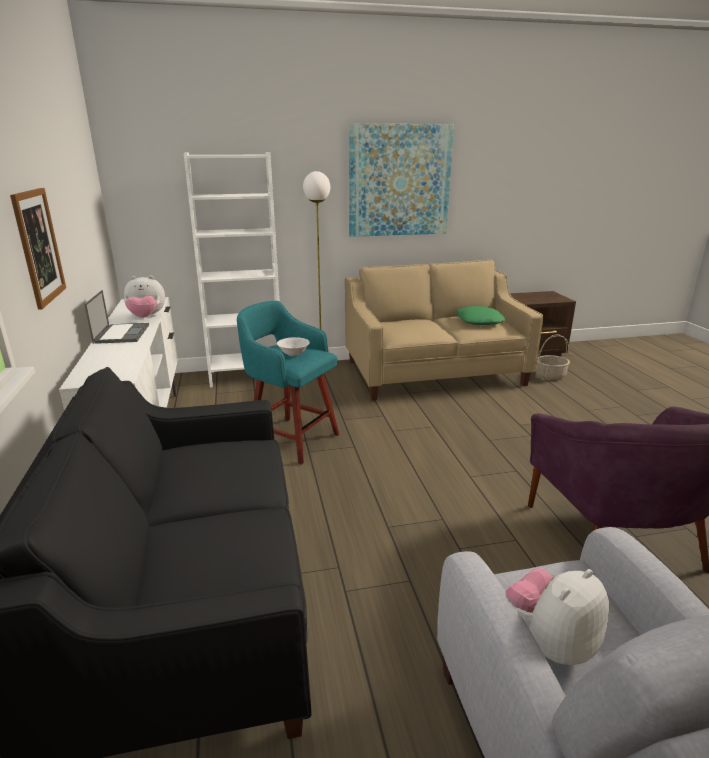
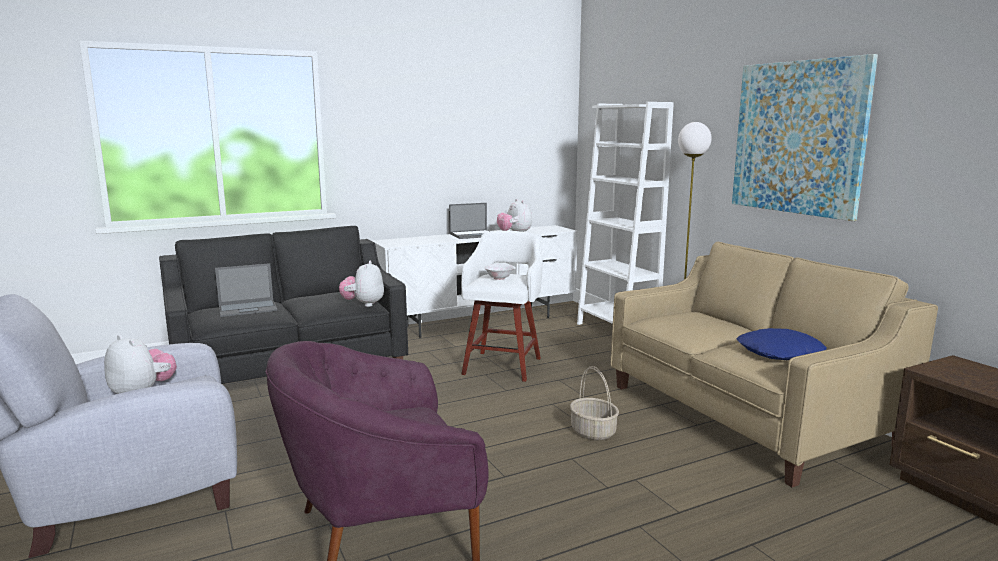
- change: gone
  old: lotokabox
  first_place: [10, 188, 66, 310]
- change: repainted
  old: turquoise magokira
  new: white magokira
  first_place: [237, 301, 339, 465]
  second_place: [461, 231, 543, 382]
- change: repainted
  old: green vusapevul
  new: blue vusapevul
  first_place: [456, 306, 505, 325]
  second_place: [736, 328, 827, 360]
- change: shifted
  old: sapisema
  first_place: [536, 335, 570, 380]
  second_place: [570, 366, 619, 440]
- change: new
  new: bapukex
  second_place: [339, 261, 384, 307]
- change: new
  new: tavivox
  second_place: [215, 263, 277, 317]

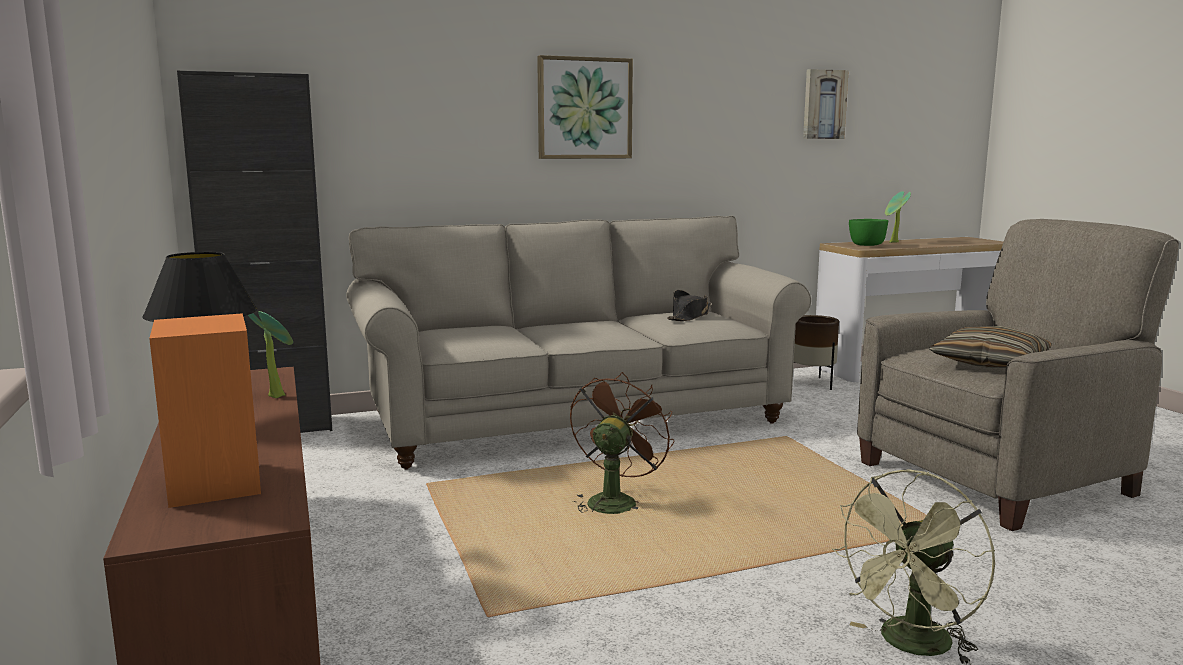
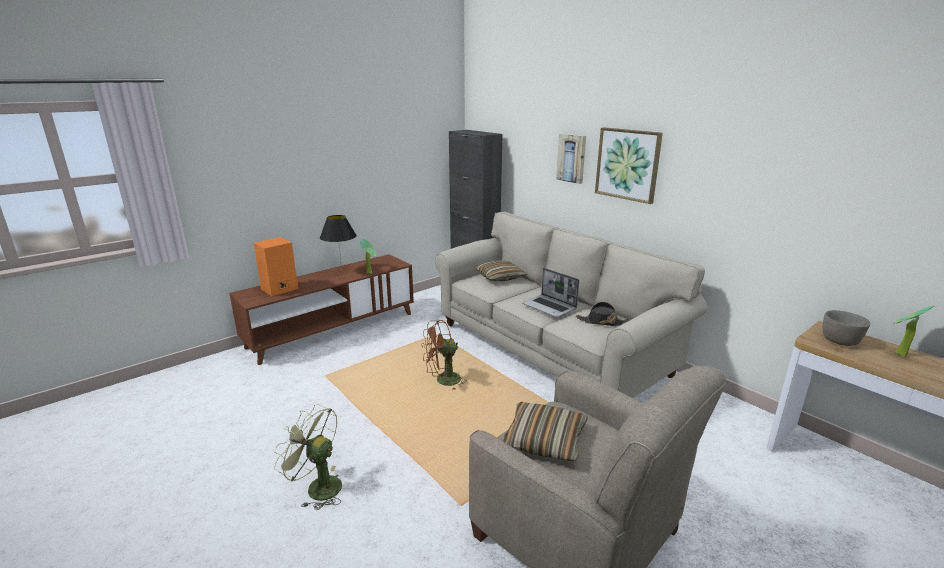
- change: shifted
  old: lotokabox
  first_place: [803, 69, 849, 139]
  second_place: [556, 133, 586, 184]
- change: repainted
  old: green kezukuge
  new: grey kezukuge
  first_place: [849, 219, 888, 246]
  second_place: [823, 310, 871, 346]
- change: gone
  old: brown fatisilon
  first_place: [794, 315, 839, 390]
- change: rotated
  old: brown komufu
  first_place: [570, 372, 674, 514]
  second_place: [423, 320, 467, 390]
  degrees: 150
- change: new
  new: vusapevul
  second_place: [474, 260, 527, 281]
- change: new
  new: tavivox
  second_place: [522, 268, 579, 317]

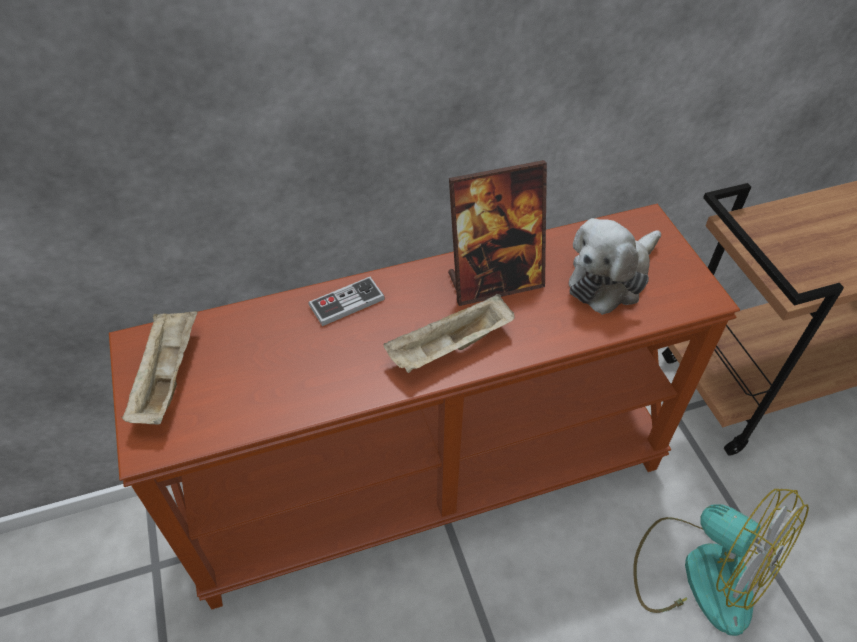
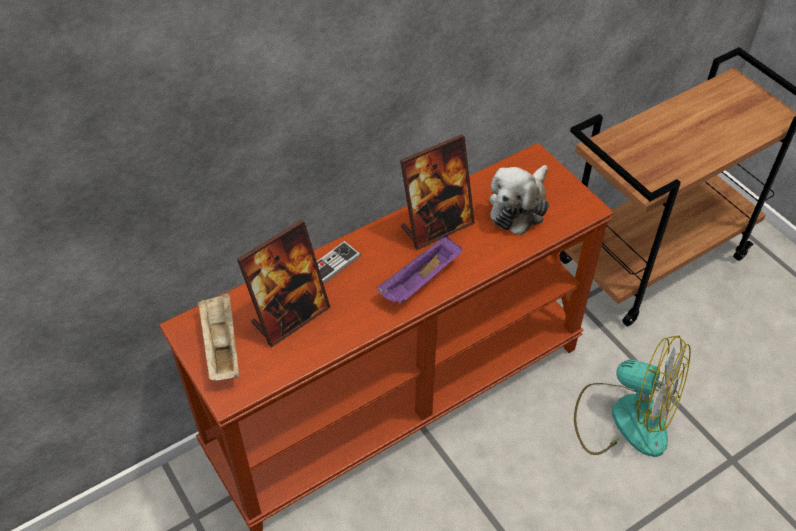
- change: repainted
  old: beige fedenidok
  new: purple fedenidok
  first_place: [383, 294, 515, 373]
  second_place: [376, 235, 462, 304]
- change: new
  new: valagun
  second_place: [237, 220, 331, 347]

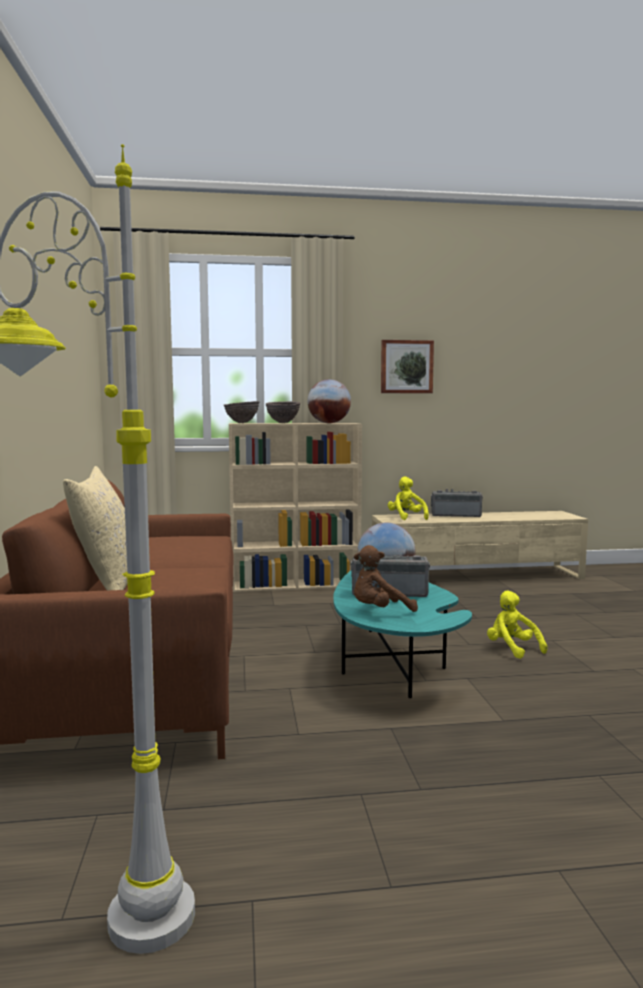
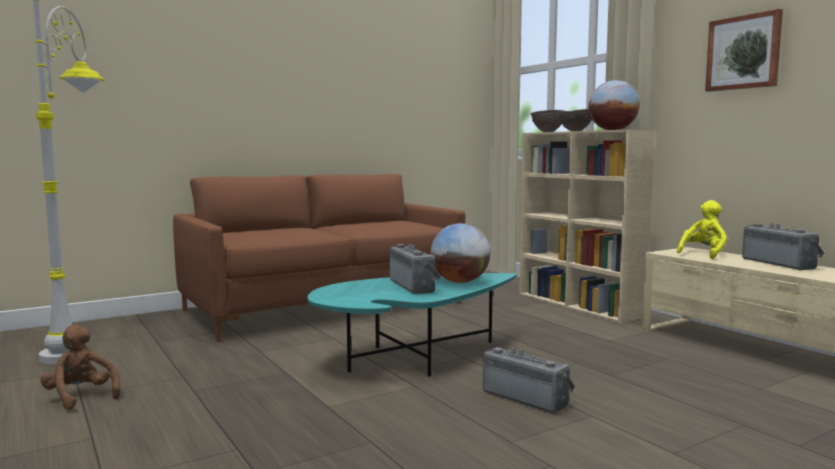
- change: gone
  old: beige vusapevul
  first_place: [63, 466, 127, 590]
- change: shifted
  old: brown bapukex
  first_place: [354, 545, 418, 612]
  second_place: [40, 325, 120, 410]
- change: swapped
  old: yellow bapukex
  new: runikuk
  first_place: [487, 591, 548, 659]
  second_place: [482, 347, 575, 413]

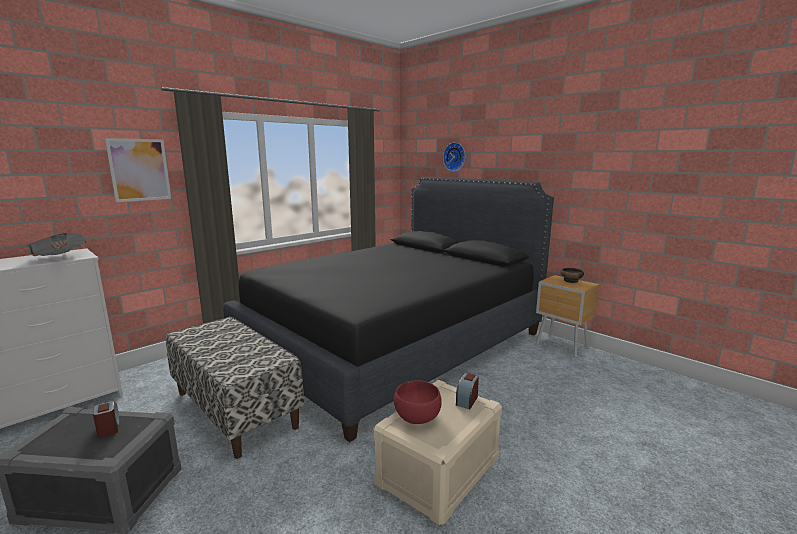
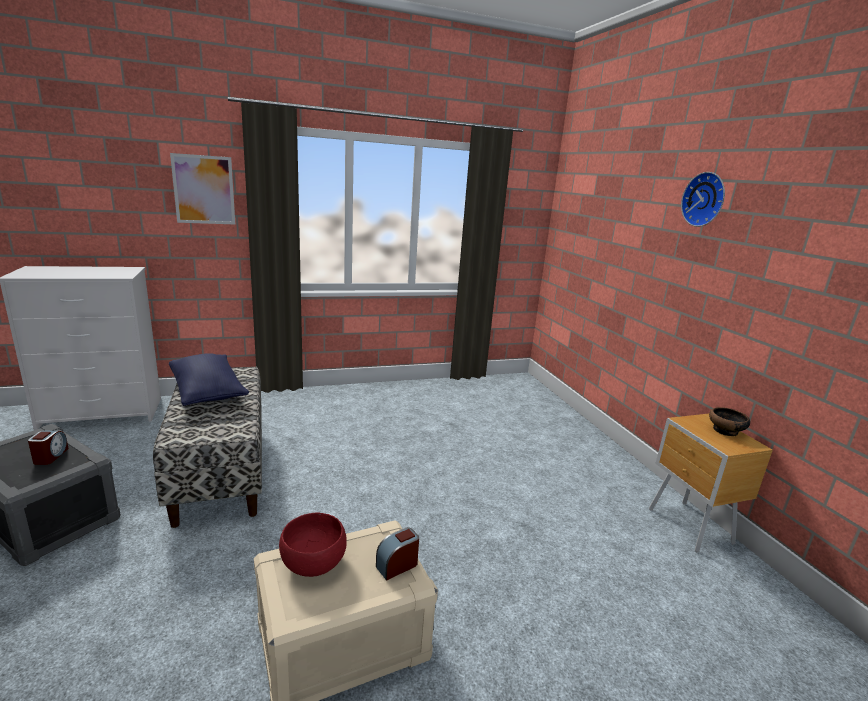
- change: shifted
  old: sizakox
  first_place: [443, 142, 465, 172]
  second_place: [681, 172, 725, 227]
- change: gone
  old: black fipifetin
  first_place: [223, 177, 554, 442]
- change: gone
  old: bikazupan
  first_place: [27, 233, 87, 256]
- change: new
  new: blue vusapevul
  second_place: [169, 353, 249, 406]

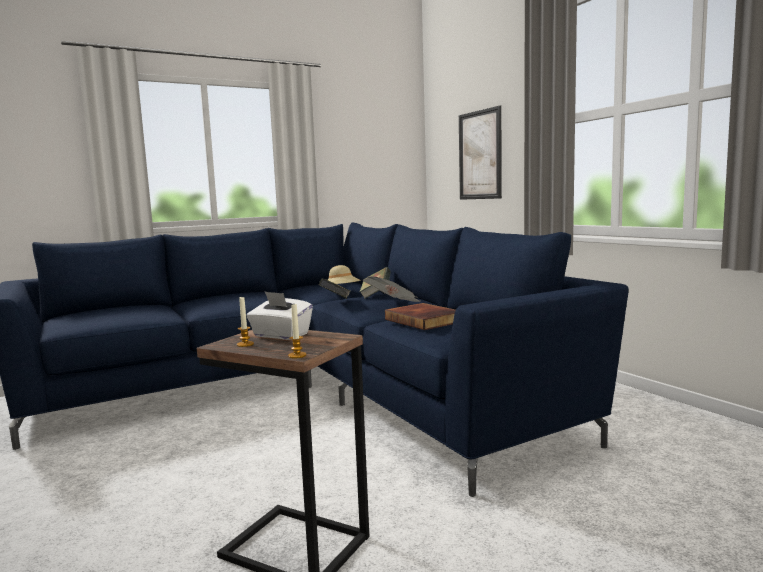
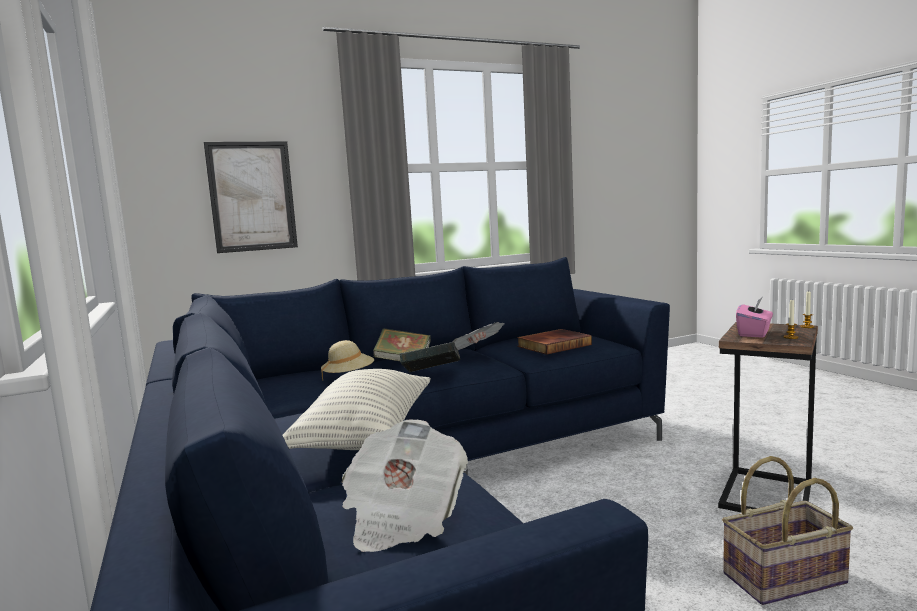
- change: repainted
  old: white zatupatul
  new: pink zatupatul
  first_place: [247, 291, 313, 340]
  second_place: [736, 298, 773, 338]
- change: new
  new: vusapevul
  second_place: [283, 369, 431, 450]
- change: new
  new: bikazupan
  second_place: [341, 419, 468, 552]
- change: new
  new: sapisema
  second_place: [722, 456, 853, 605]

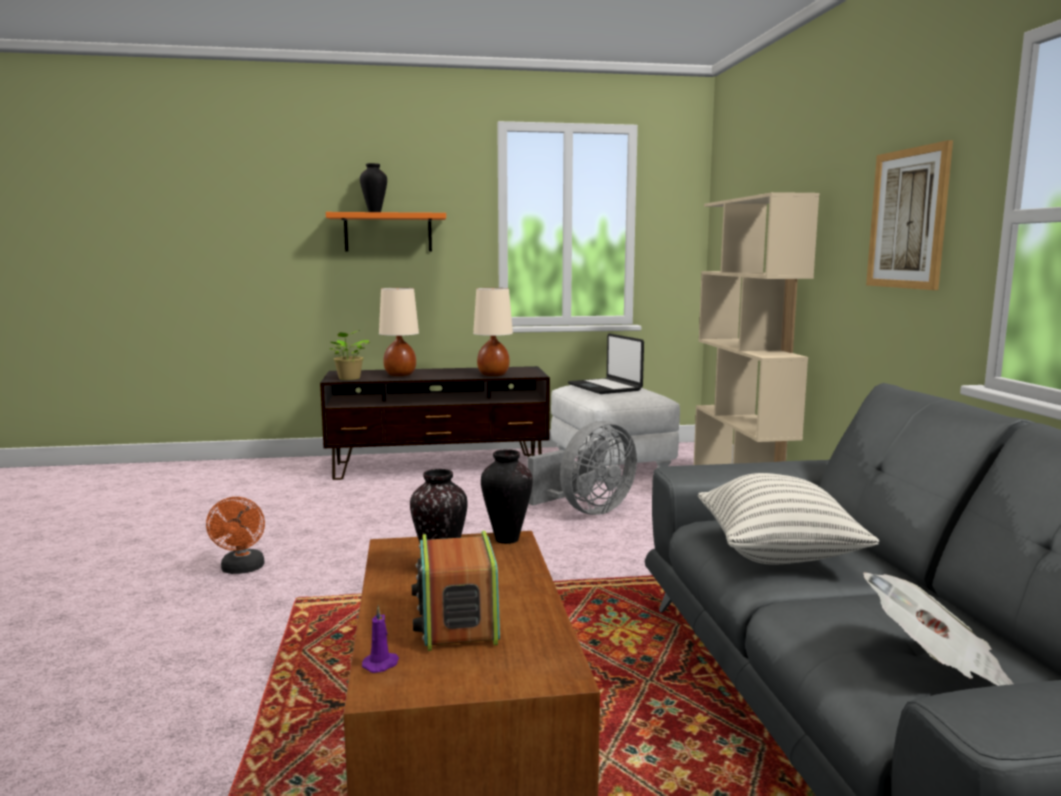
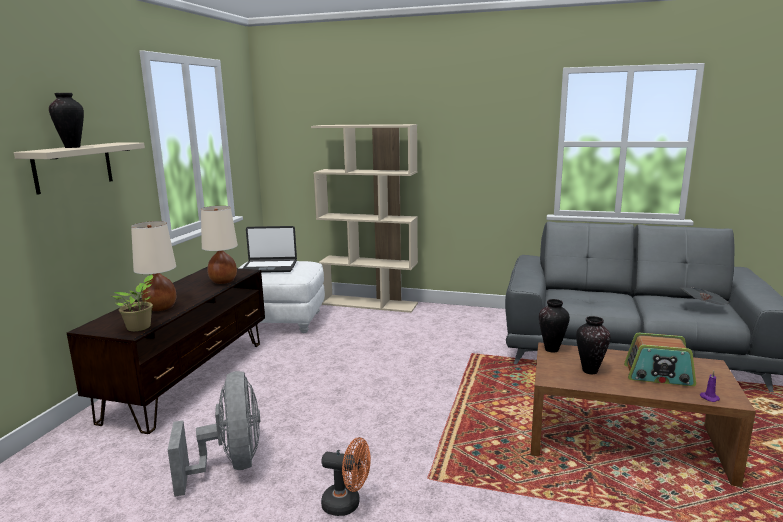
- change: gone
  old: lotokabox
  first_place: [866, 140, 953, 290]
- change: repainted
  old: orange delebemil
  new: beige delebemil
  first_place: [326, 212, 446, 251]
  second_place: [14, 143, 145, 195]
- change: shifted
  old: grey komufu
  first_place: [527, 421, 637, 515]
  second_place: [168, 371, 260, 497]
- change: gone
  old: vusapevul
  first_place: [698, 473, 880, 565]

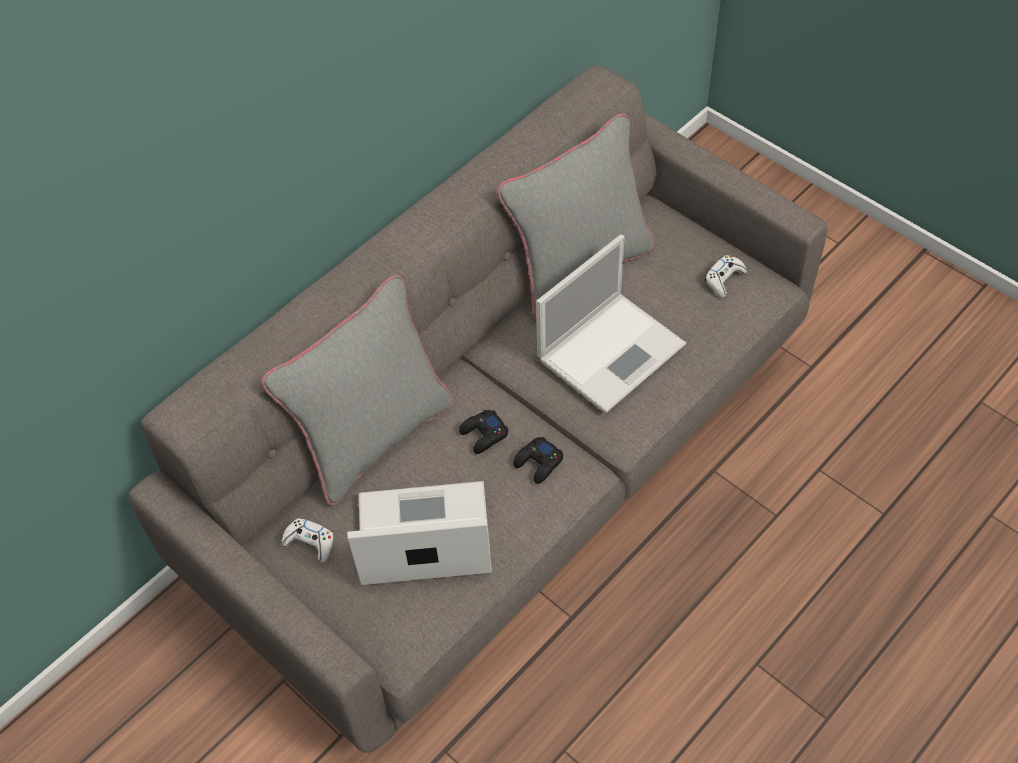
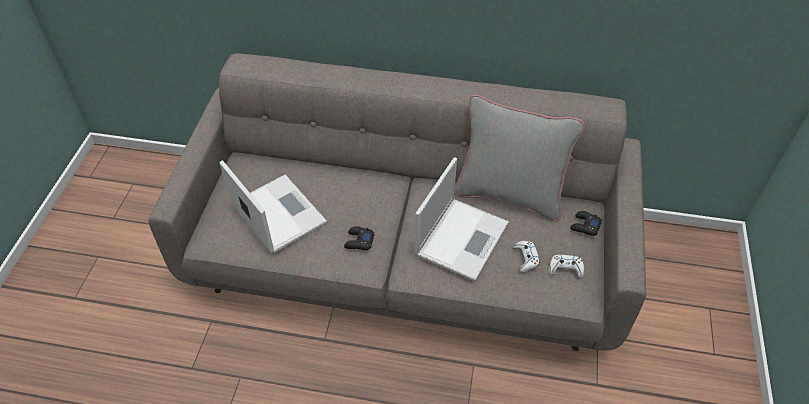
- change: rotated
  old: tavivox
  first_place: [536, 234, 686, 414]
  second_place: [415, 158, 509, 281]
  degrees: -75
- change: gone
  old: grey vusapevul
  first_place: [261, 275, 453, 506]
- change: shifted
  old: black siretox
  first_place: [459, 410, 509, 454]
  second_place: [570, 211, 602, 236]
- change: shifted
  old: white siretox
  first_place: [281, 518, 333, 563]
  second_place: [513, 241, 540, 272]

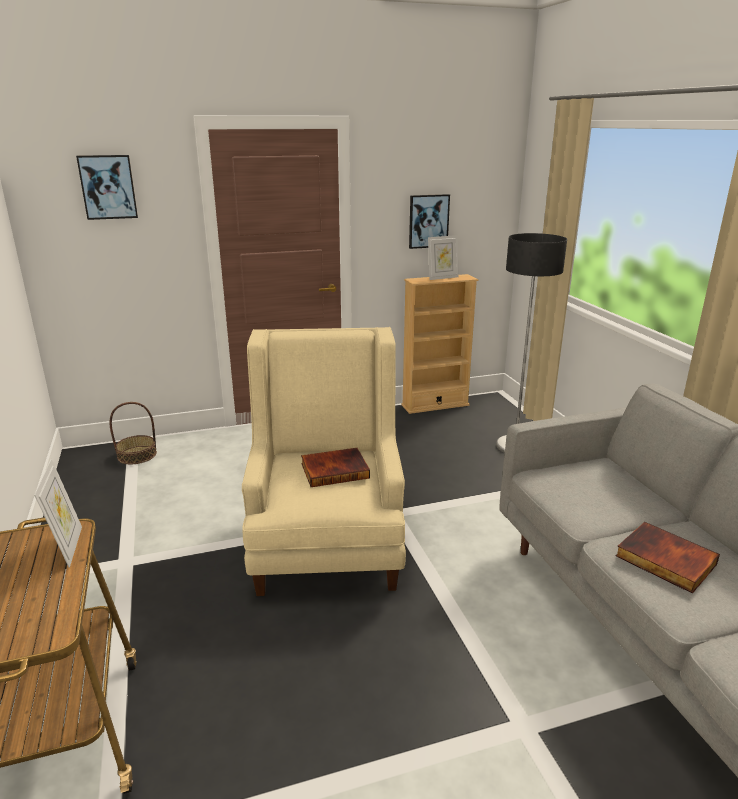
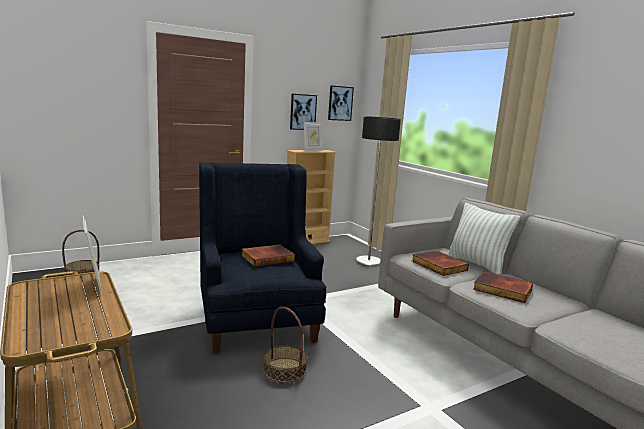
- change: shifted
  old: lotokabox
  first_place: [76, 155, 138, 220]
  second_place: [328, 85, 354, 121]
- change: repainted
  old: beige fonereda
  new: blue fonereda
  first_place: [242, 327, 406, 596]
  second_place: [199, 162, 327, 353]
- change: new
  new: vusapevul
  second_place: [447, 203, 520, 275]
- change: new
  new: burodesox
  second_place: [412, 251, 469, 276]
- change: new
  new: sapisema
  second_place: [263, 307, 307, 383]

